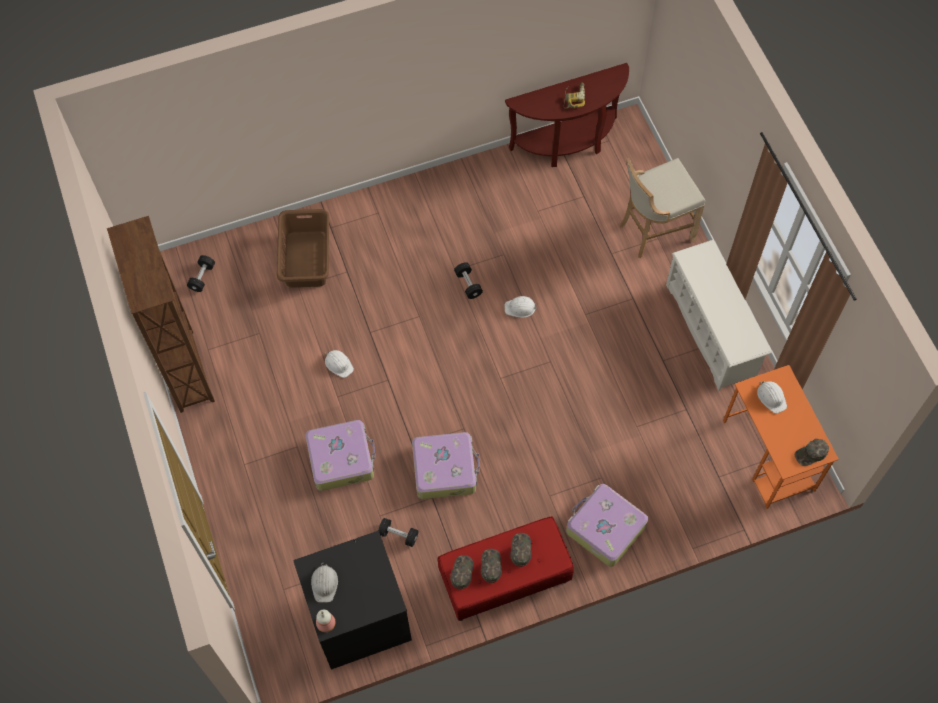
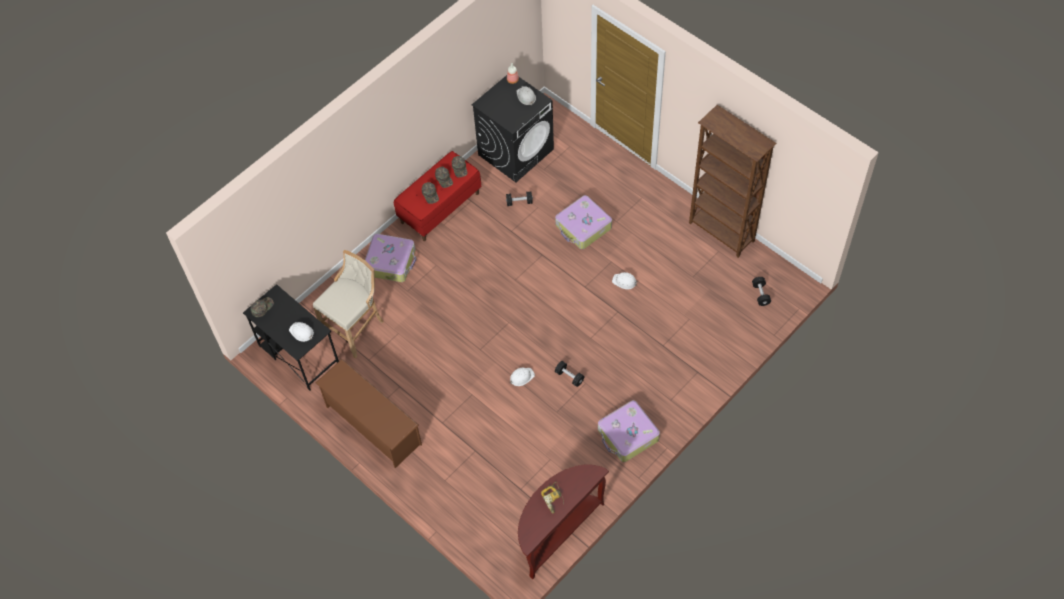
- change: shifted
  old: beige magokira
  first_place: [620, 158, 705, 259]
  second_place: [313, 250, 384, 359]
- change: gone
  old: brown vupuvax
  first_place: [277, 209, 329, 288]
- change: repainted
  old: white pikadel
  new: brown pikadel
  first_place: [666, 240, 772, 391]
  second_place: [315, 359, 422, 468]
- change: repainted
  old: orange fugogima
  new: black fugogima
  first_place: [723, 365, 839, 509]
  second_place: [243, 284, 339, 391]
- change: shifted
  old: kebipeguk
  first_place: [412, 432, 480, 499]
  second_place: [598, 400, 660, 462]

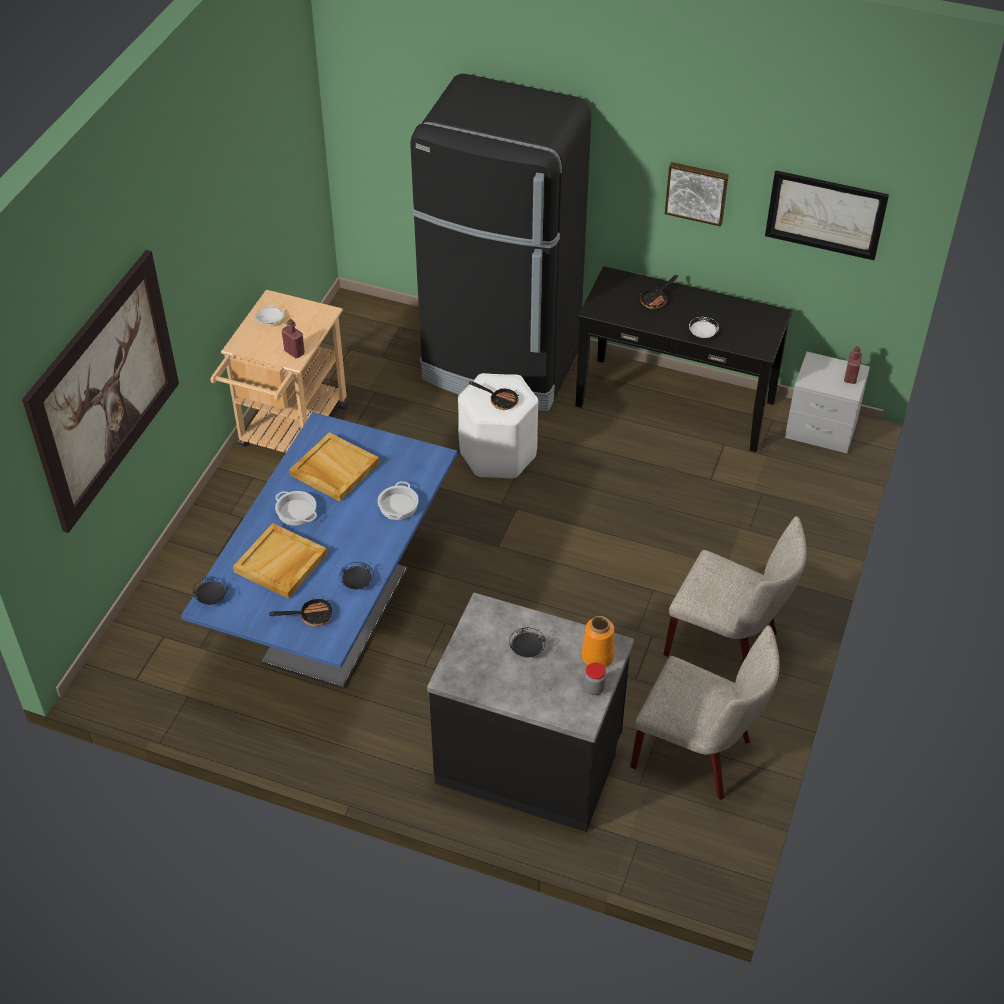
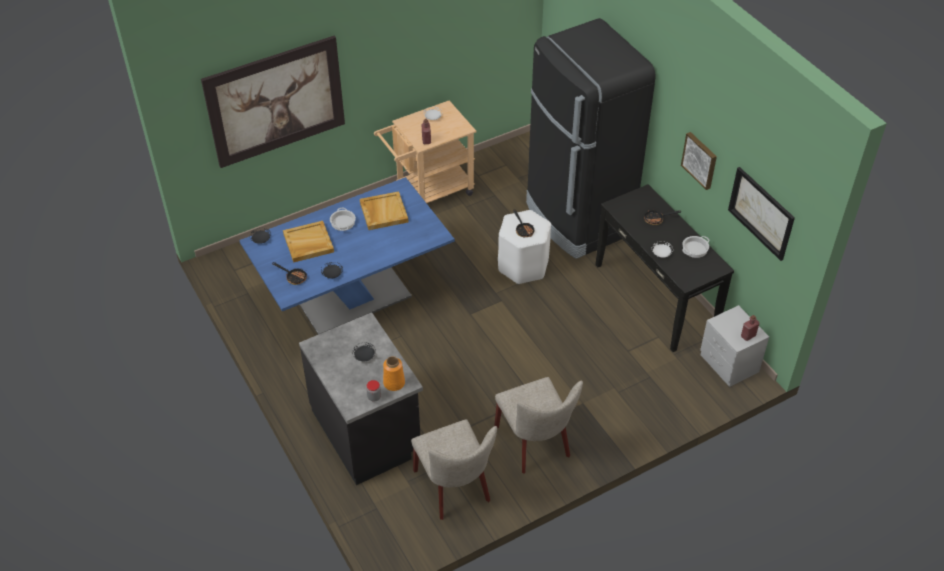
- change: shifted
  old: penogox
  first_place: [378, 481, 419, 520]
  second_place: [682, 236, 709, 258]

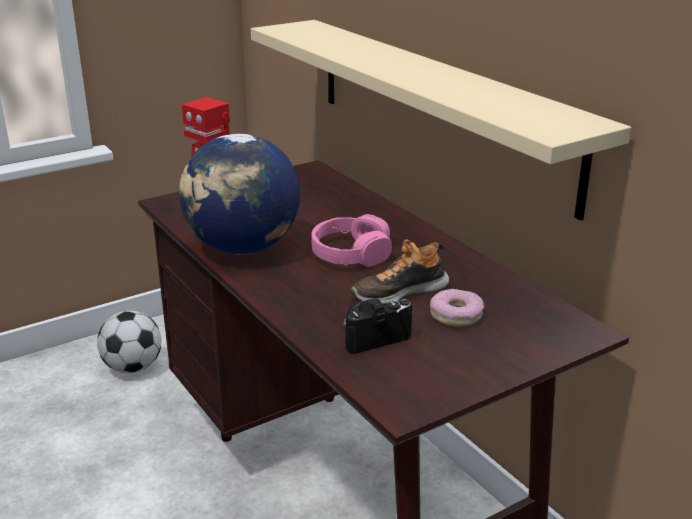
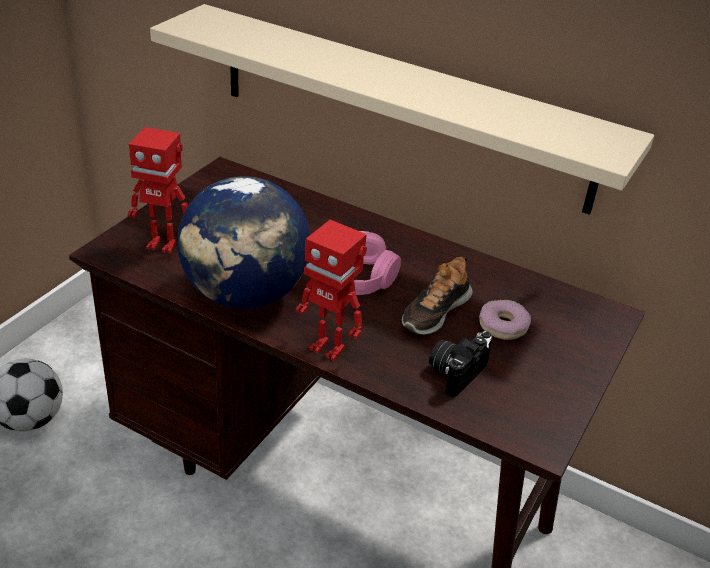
- change: new
  new: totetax
  second_place: [296, 220, 367, 362]

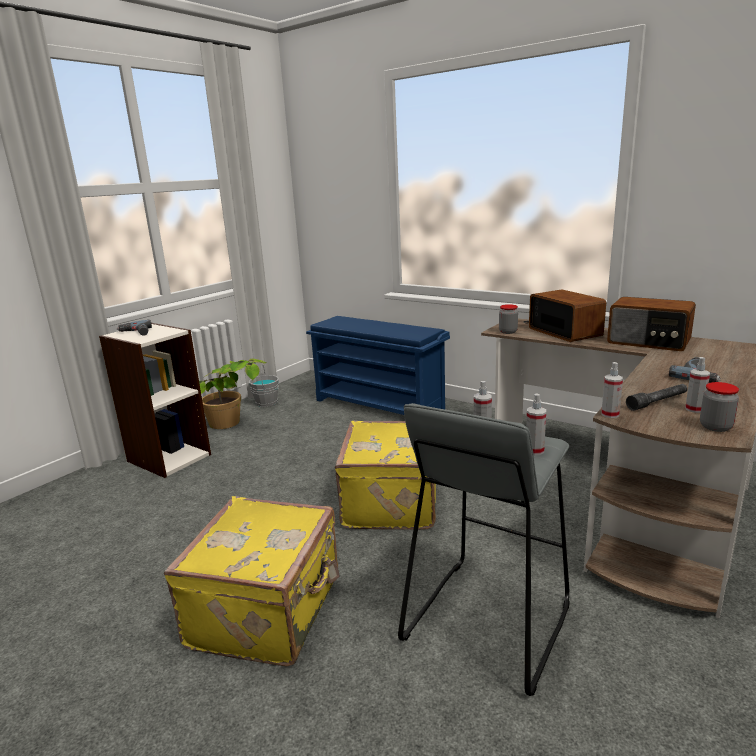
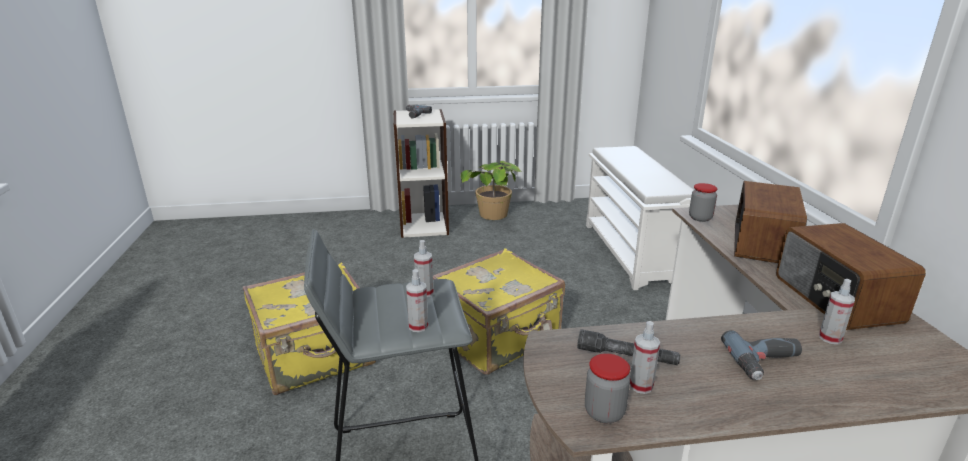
- change: repainted
  old: blue pikadel
  new: white pikadel
  first_place: [306, 316, 450, 415]
  second_place: [586, 146, 694, 290]
- change: shifted
  old: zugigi
  first_place: [601, 362, 623, 418]
  second_place: [819, 279, 855, 344]
- change: gone
  old: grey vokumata
  first_place: [249, 364, 279, 407]

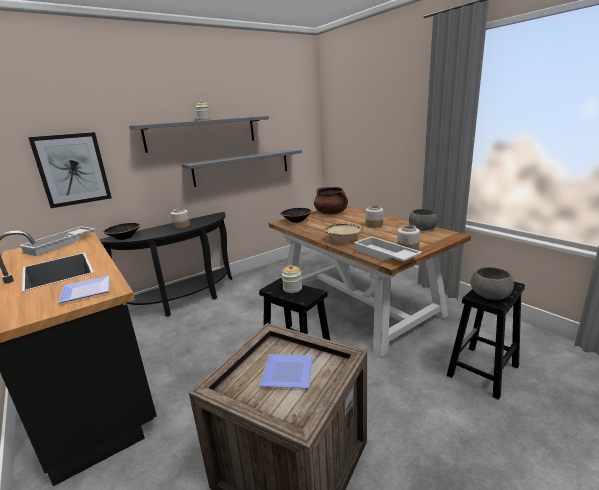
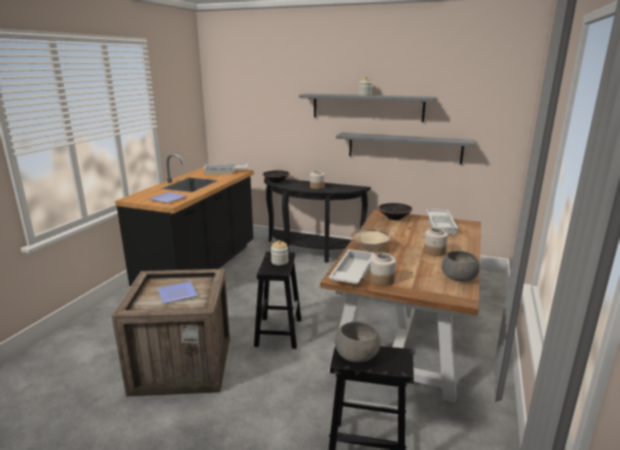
- change: gone
  old: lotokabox
  first_place: [28, 132, 112, 208]
- change: swapped
  old: brown penogox
  new: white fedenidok
  first_place: [314, 187, 348, 215]
  second_place: [426, 209, 458, 235]

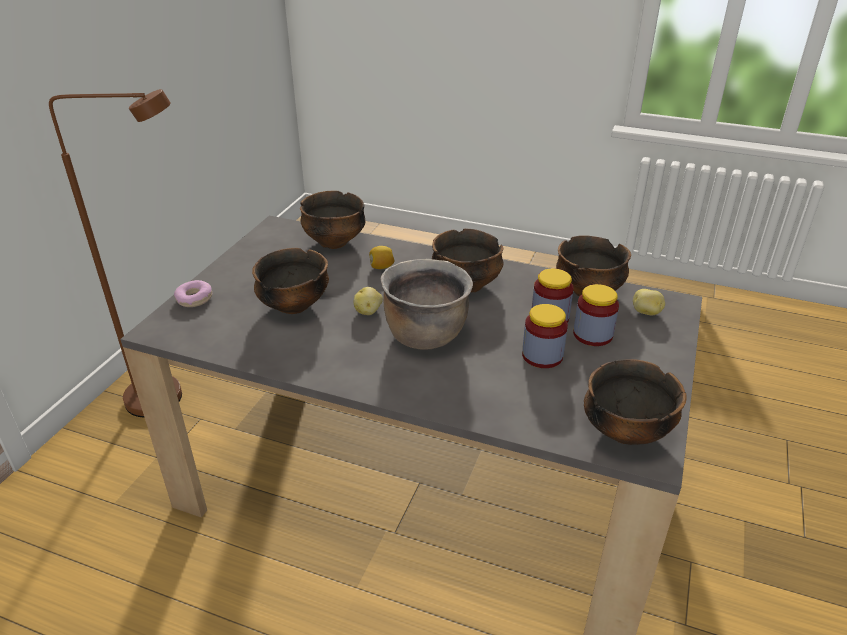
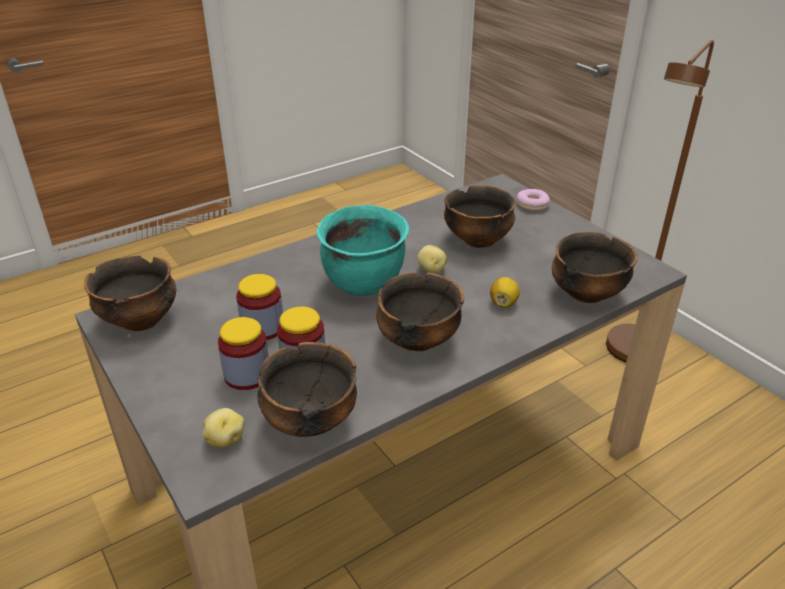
- change: repainted
  old: brown penogox
  new: turquoise penogox
  first_place: [381, 259, 473, 350]
  second_place: [317, 205, 409, 296]

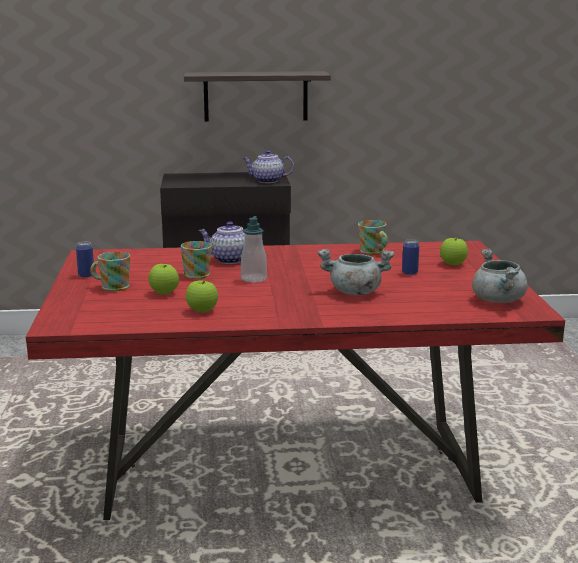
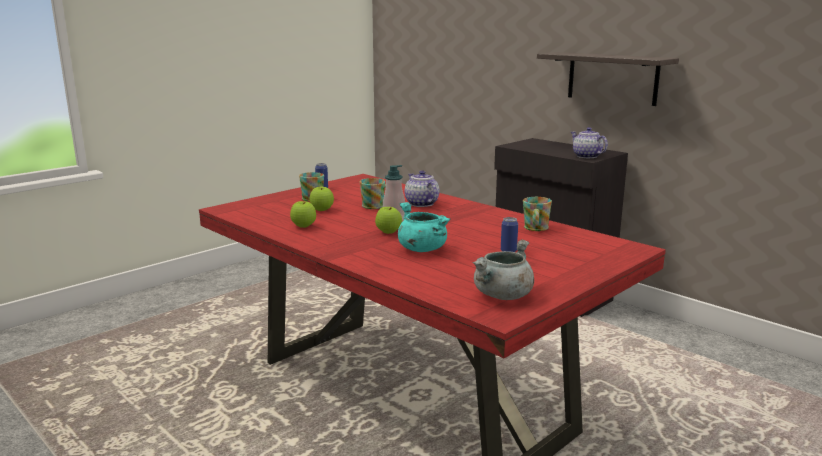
- change: shifted
  old: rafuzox
  first_place: [440, 238, 468, 265]
  second_place: [375, 207, 402, 234]
- change: repainted
  old: grey penogox
  new: turquoise penogox
  first_place: [318, 249, 394, 295]
  second_place: [398, 202, 450, 252]

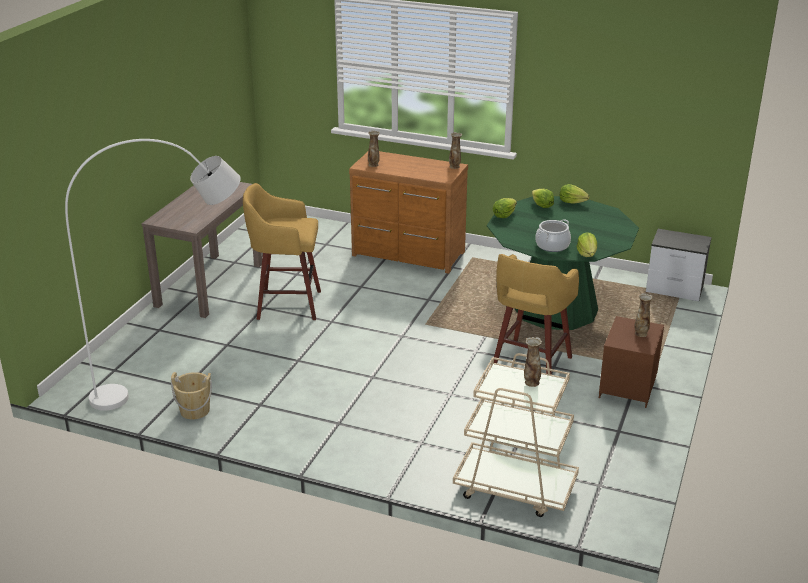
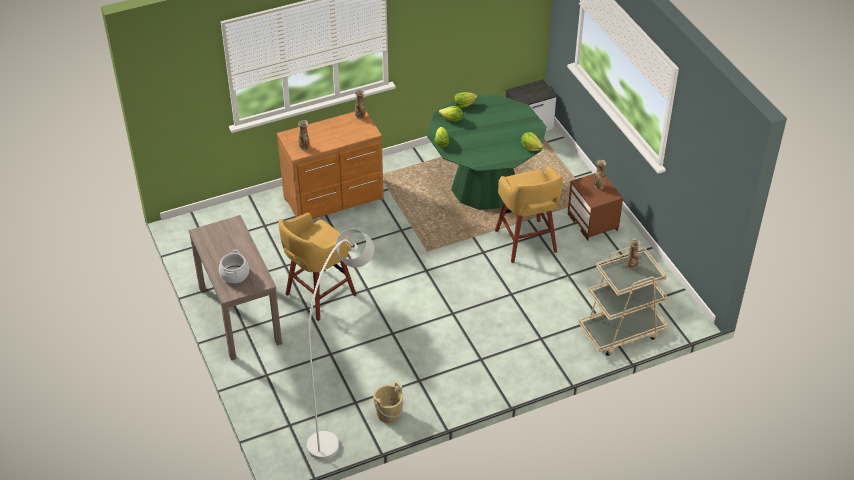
- change: shifted
  old: penogox
  first_place: [535, 219, 571, 252]
  second_place: [219, 250, 249, 283]

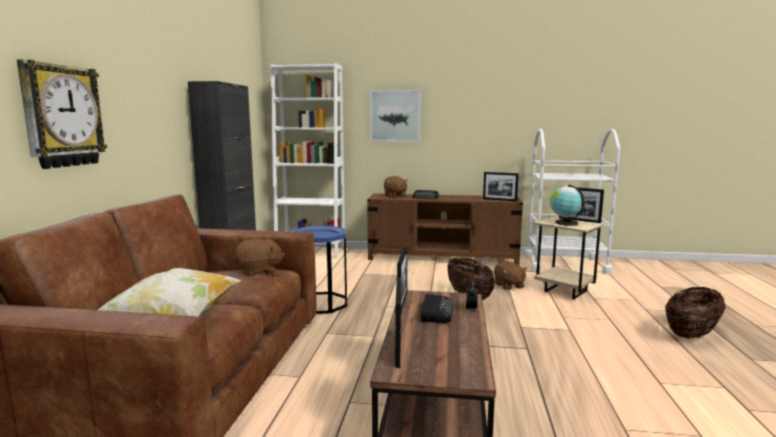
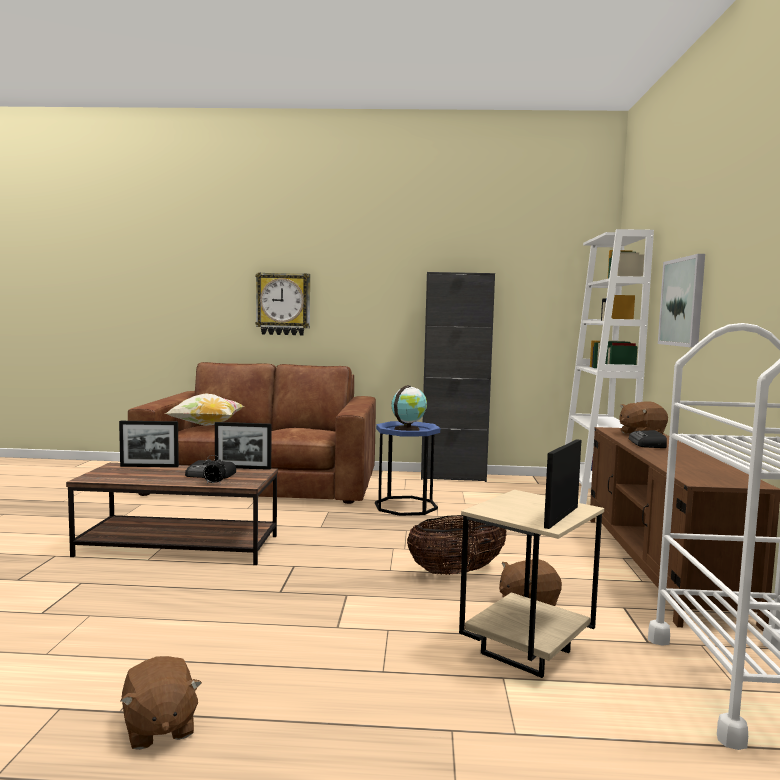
- change: gone
  old: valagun
  first_place: [483, 172, 519, 201]
- change: shifted
  old: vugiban
  first_place: [550, 185, 585, 226]
  second_place: [391, 385, 427, 431]
- change: shifted
  old: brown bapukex
  first_place: [233, 239, 285, 276]
  second_place: [120, 656, 202, 750]
- change: gone
  old: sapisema
  first_place: [665, 287, 726, 339]

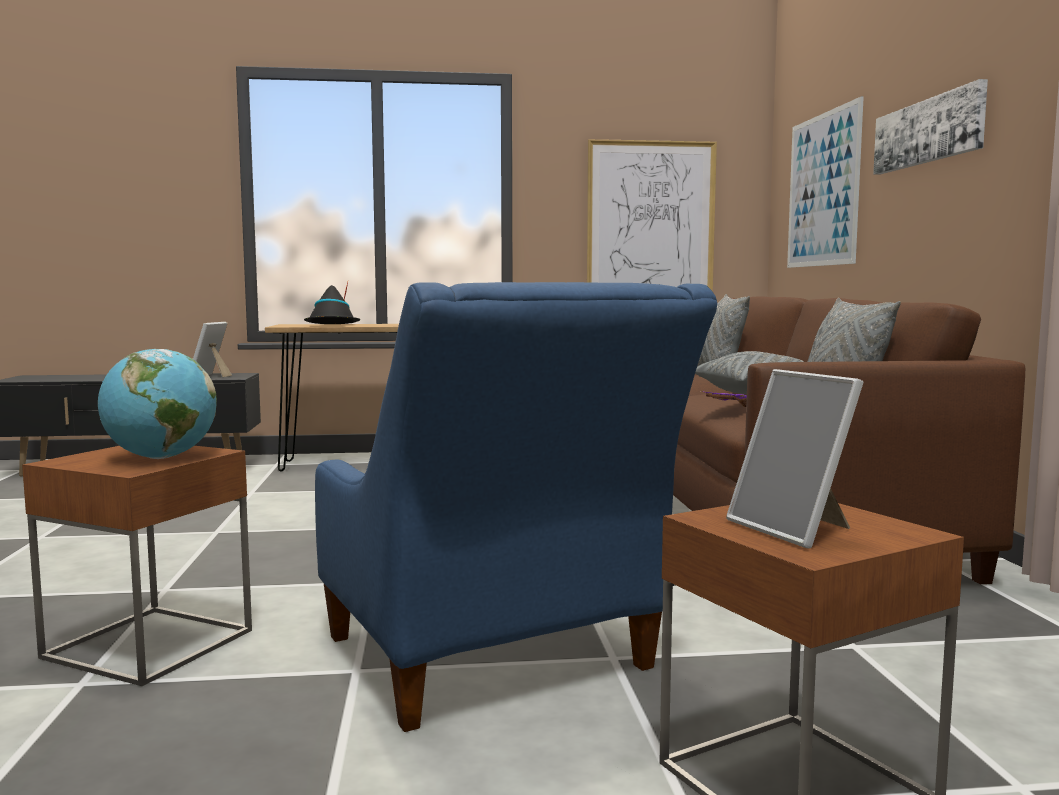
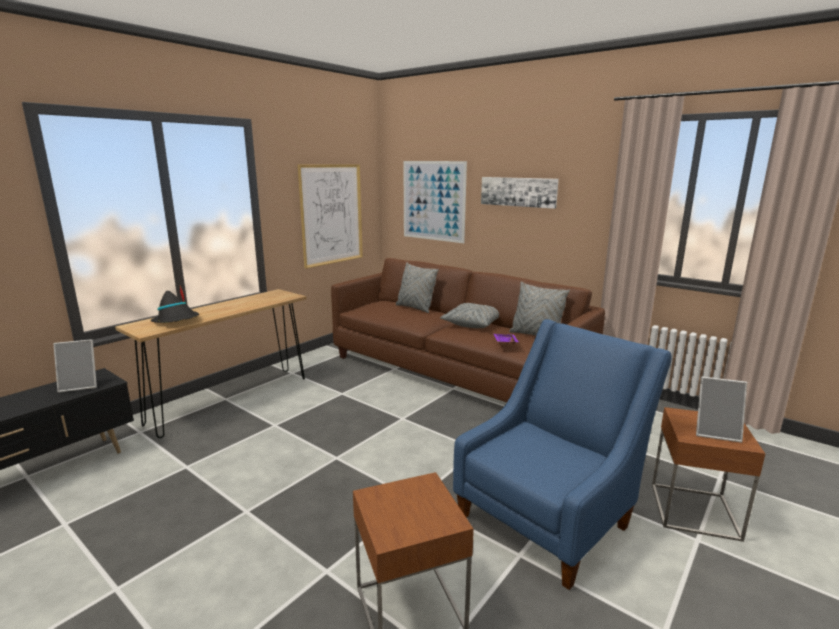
- change: rotated
  old: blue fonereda
  first_place: [315, 282, 717, 732]
  second_place: [453, 319, 672, 590]
  degrees: -60
- change: rotated
  old: valagun
  first_place: [193, 322, 232, 377]
  second_place: [54, 339, 97, 393]
  degrees: -75
- change: gone
  old: vugiban
  first_place: [98, 349, 217, 459]

